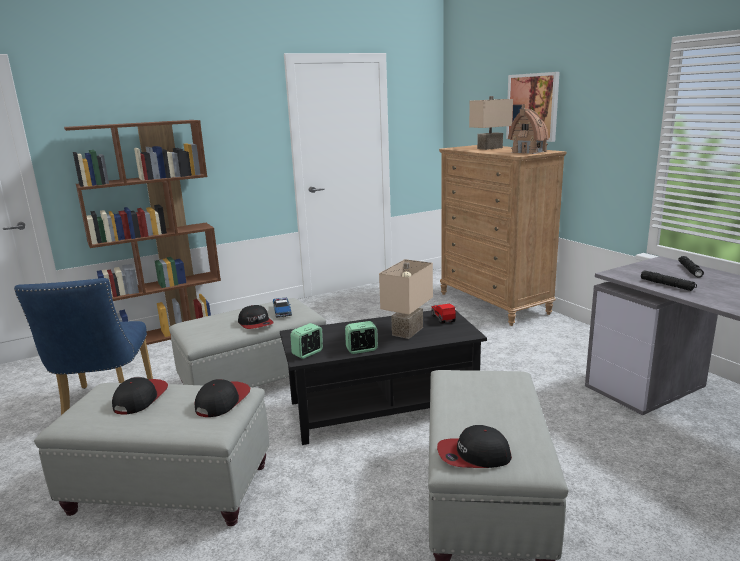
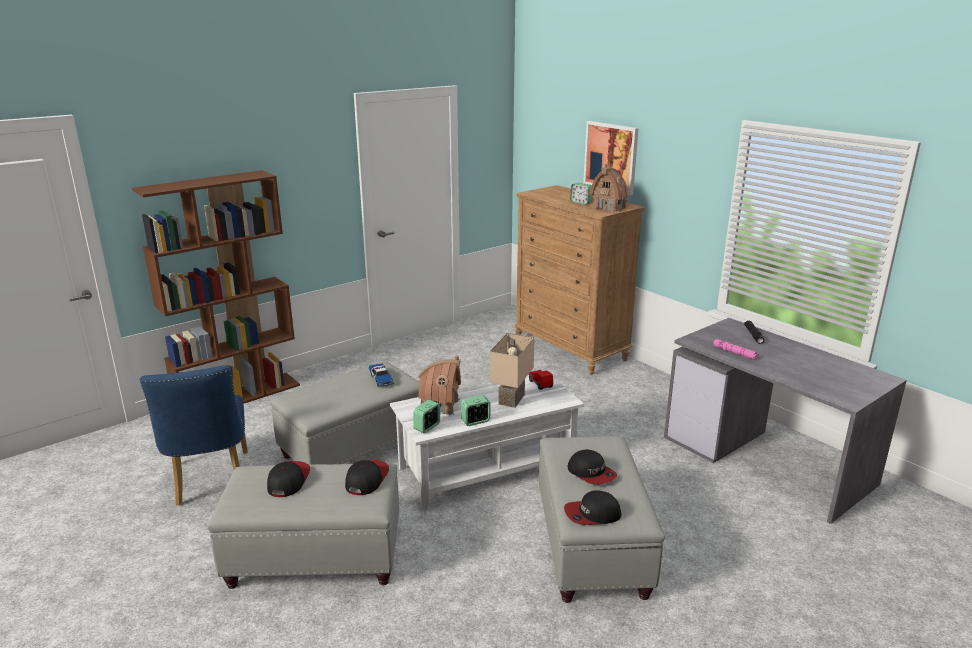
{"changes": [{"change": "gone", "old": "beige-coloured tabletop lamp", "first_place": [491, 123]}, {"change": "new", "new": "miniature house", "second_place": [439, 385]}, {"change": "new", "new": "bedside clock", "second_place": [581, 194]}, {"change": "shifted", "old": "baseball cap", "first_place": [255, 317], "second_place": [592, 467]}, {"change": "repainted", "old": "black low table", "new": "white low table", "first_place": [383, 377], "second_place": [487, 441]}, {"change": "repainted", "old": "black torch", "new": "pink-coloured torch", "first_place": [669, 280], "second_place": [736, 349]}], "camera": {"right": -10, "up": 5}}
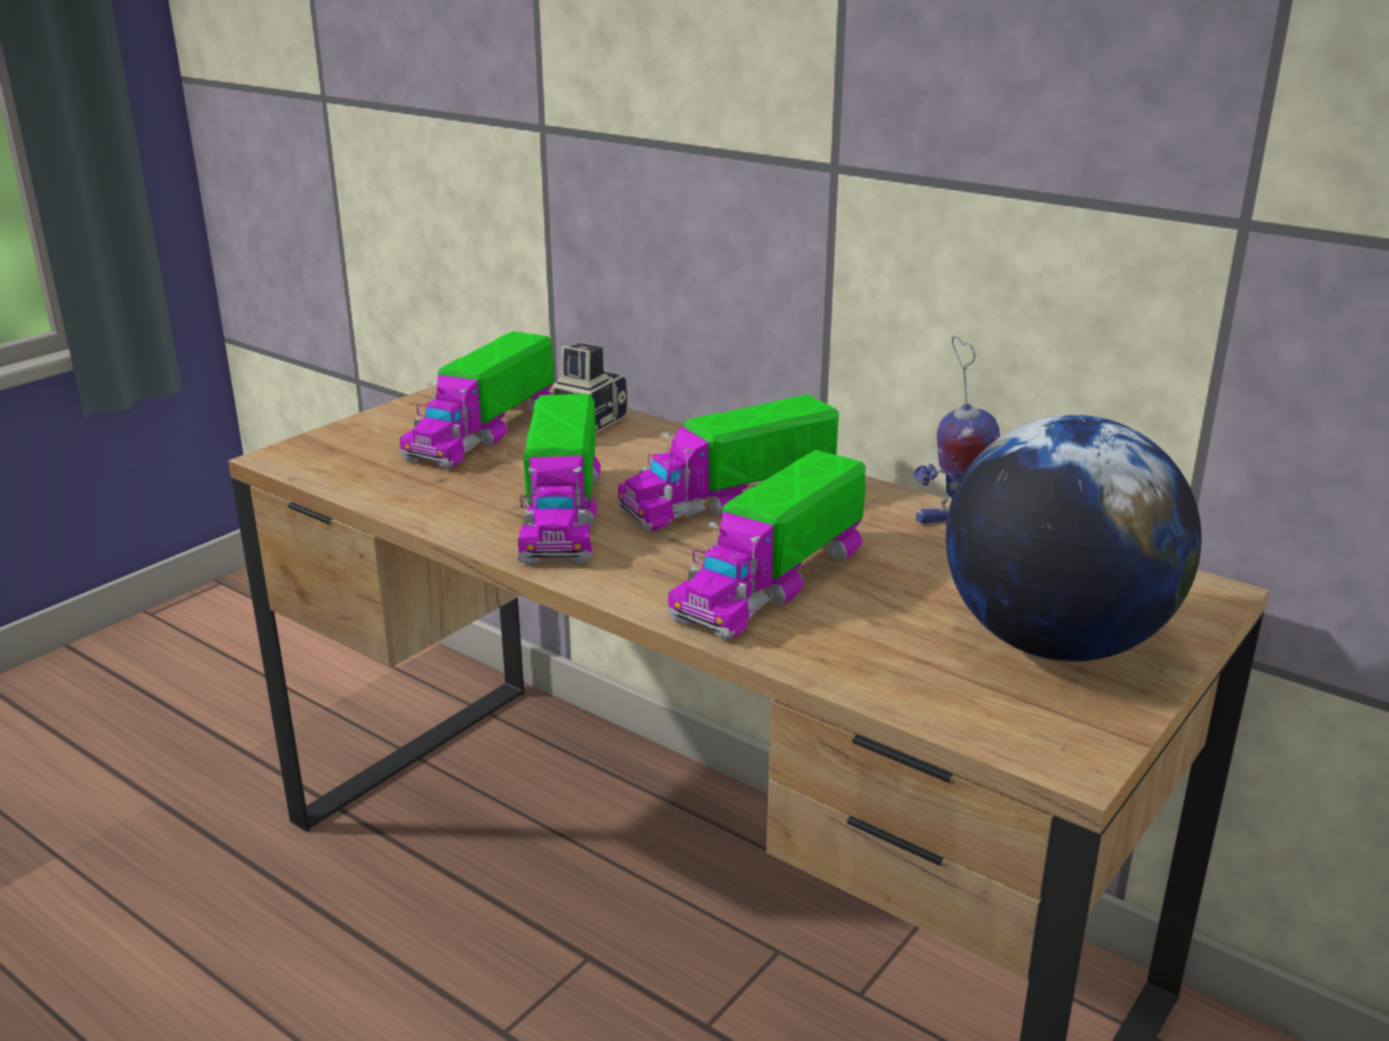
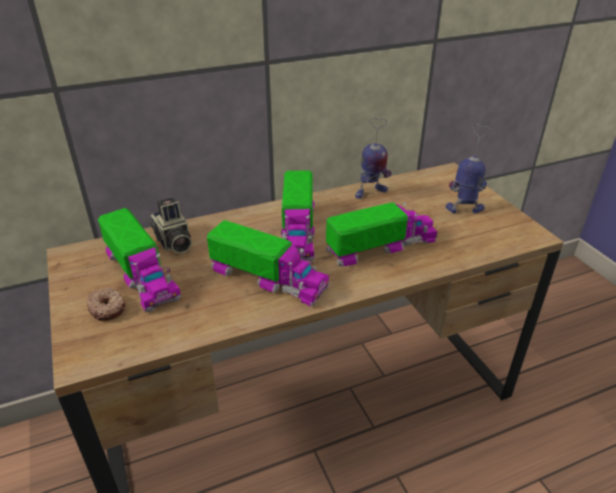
{"changes": [{"change": "new", "new": "doughnut", "second_place": [106, 304]}, {"change": "swapped", "old": "desk globe", "new": "toy robot", "first_place": [1074, 538], "second_place": [468, 169]}, {"change": "rotated", "old": "toy lorry", "first_place": [767, 545], "second_place": [381, 234], "degrees": -90}], "camera": {"right": -60, "up": 10}}
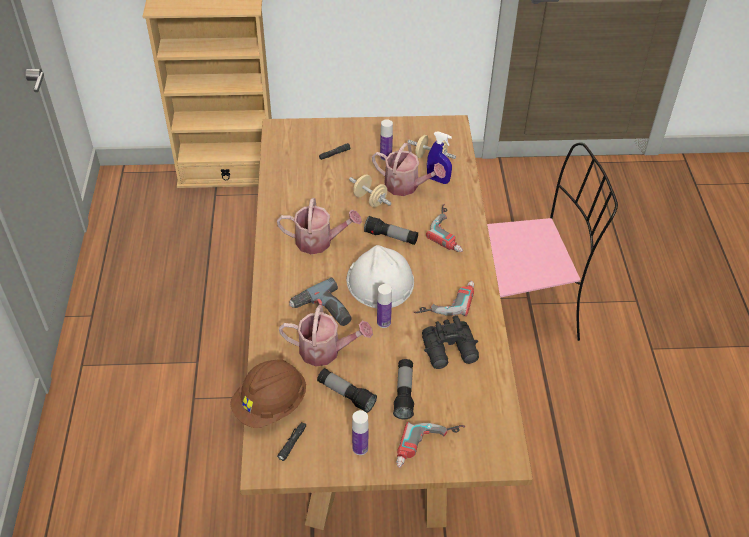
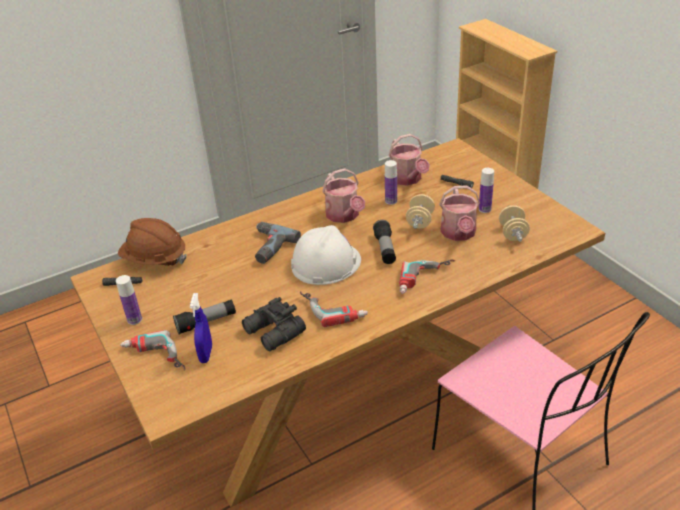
{"changes": [{"change": "gone", "old": "torch", "first_place": [347, 390]}, {"change": "shifted", "old": "watering can", "first_place": [326, 336], "second_place": [409, 160]}, {"change": "shifted", "old": "drink bottle", "first_place": [384, 306], "second_place": [391, 182]}, {"change": "shifted", "old": "blue-coloured hand sprayer", "first_place": [439, 157], "second_place": [201, 328]}], "camera": {"right": 65, "up": -10}}
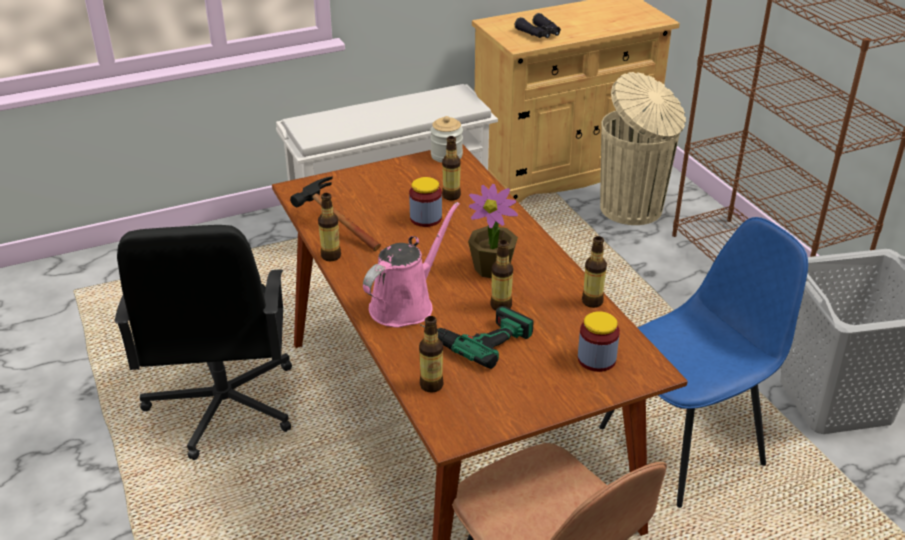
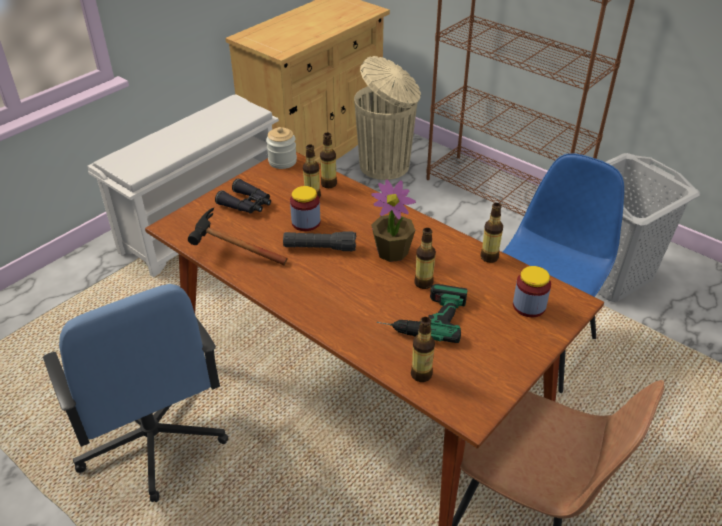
{"changes": [{"change": "gone", "old": "pink-coloured watering can", "first_place": [411, 265]}, {"change": "new", "new": "black torch", "second_place": [319, 241]}, {"change": "shifted", "old": "drink bottle", "first_place": [329, 227], "second_place": [328, 160]}, {"change": "shifted", "old": "black field glasses", "first_place": [538, 25], "second_place": [243, 196]}, {"change": "repainted", "old": "black office chair", "new": "blue-coloured office chair", "first_place": [203, 342], "second_place": [135, 393]}], "camera": {"right": -25, "up": 5}}
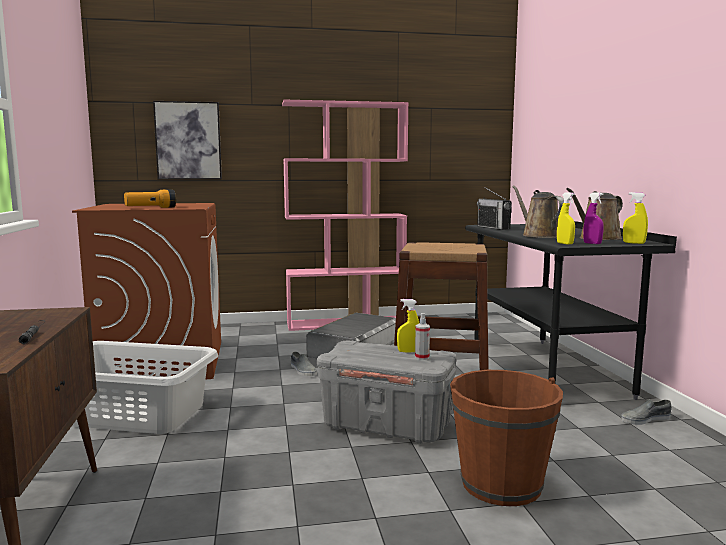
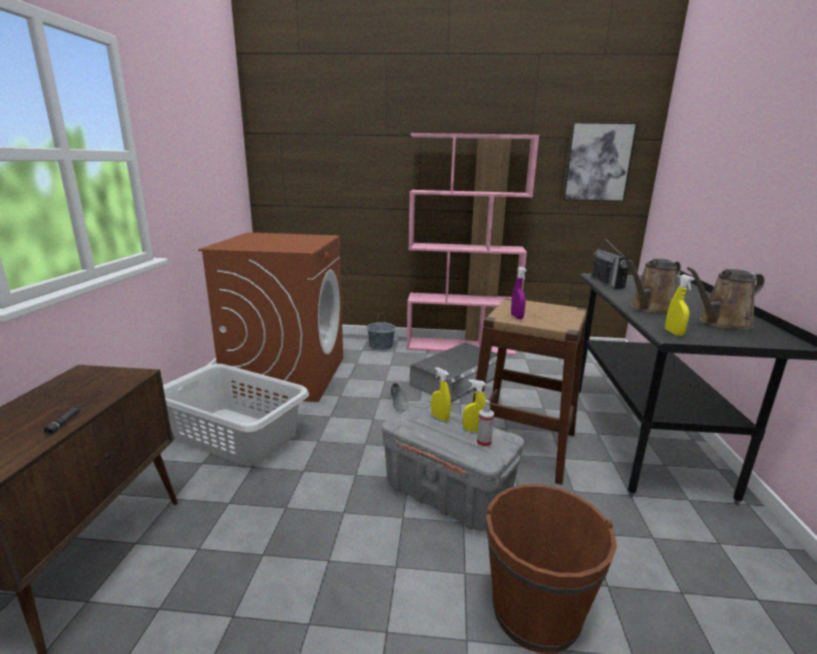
{"changes": [{"change": "gone", "old": "torch", "first_place": [150, 198]}, {"change": "gone", "old": "grey shoe", "first_place": [646, 412]}, {"change": "new", "new": "grey water bucket", "second_place": [381, 331]}, {"change": "shifted", "old": "picture", "first_place": [187, 140], "second_place": [600, 162]}, {"change": "shifted", "old": "purple-coloured hand sprayer", "first_place": [593, 218], "second_place": [519, 293]}, {"change": "shifted", "old": "yellow-coloured hand sprayer", "first_place": [635, 218], "second_place": [441, 394]}, {"change": "rotated", "old": "brown-coloured watering can", "first_place": [538, 211], "second_place": [653, 286], "degrees": -120}], "camera": {"right": 15, "up": 10}}
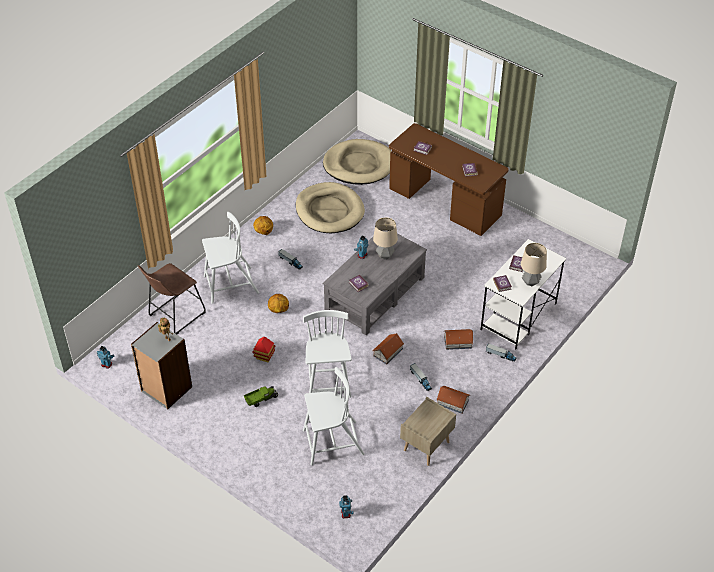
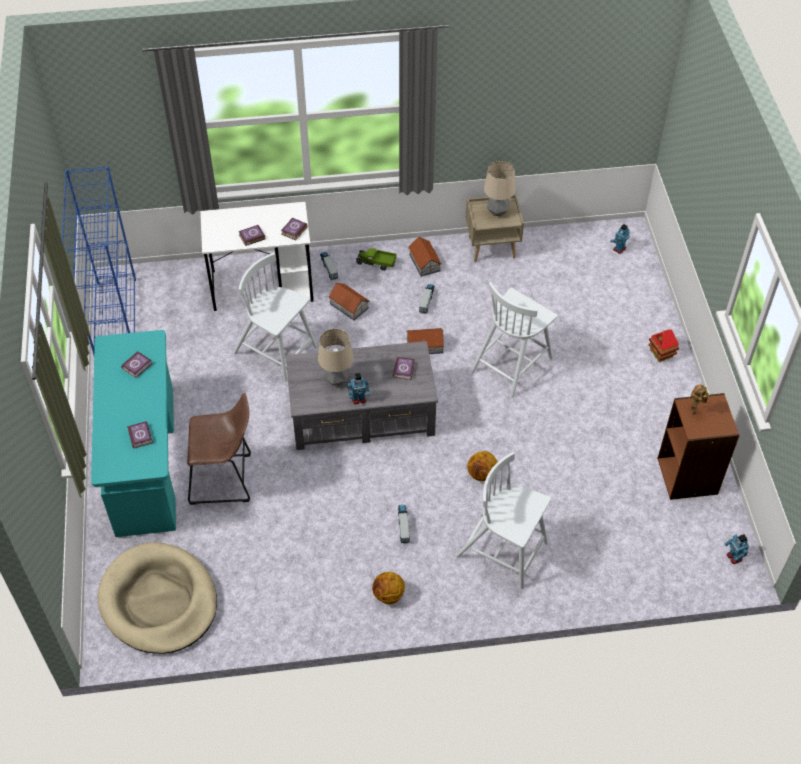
{"changes": [{"change": "gone", "old": "beige-coloured dog bed", "first_place": [330, 207]}, {"change": "new", "new": "blue-coloured shelving unit", "second_place": [99, 260]}, {"change": "shifted", "old": "brown-coloured stool seat", "first_place": [172, 298], "second_place": [219, 449]}, {"change": "shifted", "old": "toy lorry", "first_place": [261, 396], "second_place": [376, 259]}, {"change": "shifted", "old": "miniature house", "first_place": [264, 349], "second_place": [664, 345]}, {"change": "shifted", "old": "white upright chair", "first_place": [334, 416], "second_place": [275, 317]}, {"change": "shifted", "old": "tabletop lamp", "first_place": [534, 264], "second_place": [500, 188]}, {"change": "repainted", "old": "grey shelving unit", "new": "brown-coloured shelving unit", "first_place": [161, 366], "second_place": [698, 446]}, {"change": "repainted", "old": "brown-coloured desk unit", "new": "turquoise-coloured desk unit", "first_place": [449, 179], "second_place": [133, 433]}], "camera": {"right": -135, "up": 5}}
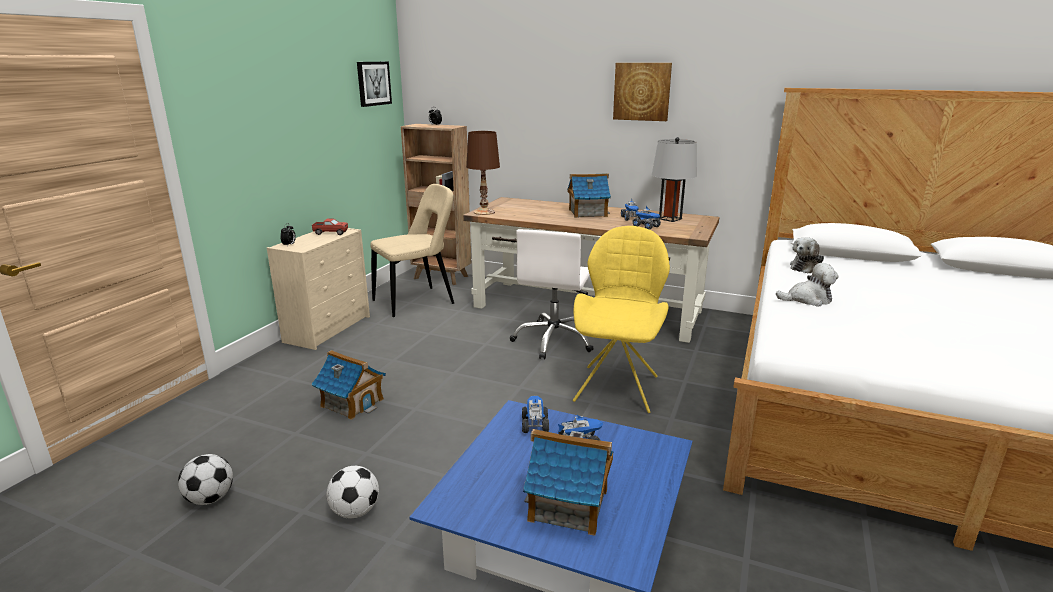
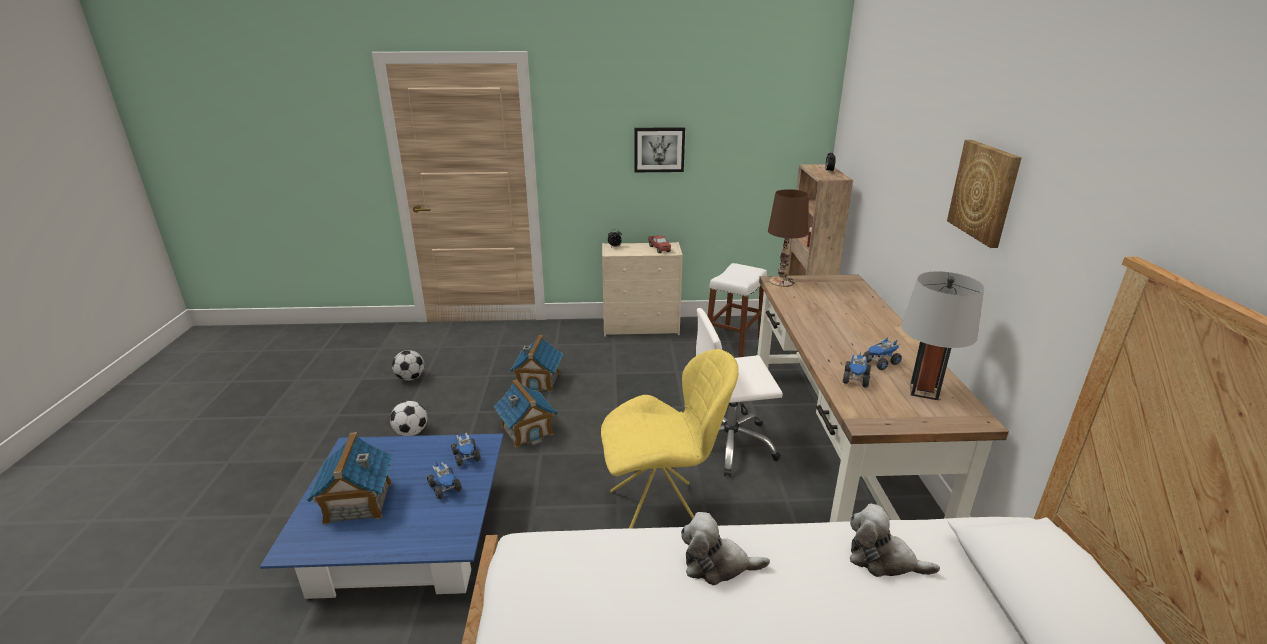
{"changes": [{"change": "shifted", "old": "picture", "first_place": [374, 84], "second_place": [660, 149]}, {"change": "shifted", "old": "miniature house", "first_place": [589, 195], "second_place": [525, 413]}, {"change": "swapped", "old": "beige-coloured upright chair", "new": "white stool seat", "first_place": [412, 250], "second_place": [737, 310]}, {"change": "rotated", "old": "toy lorry", "first_place": [535, 414], "second_place": [466, 448], "degrees": 90}, {"change": "rotated", "old": "soft toy", "first_place": [807, 285], "second_place": [725, 548], "degrees": 120}], "camera": {"right": 65, "up": 5}}
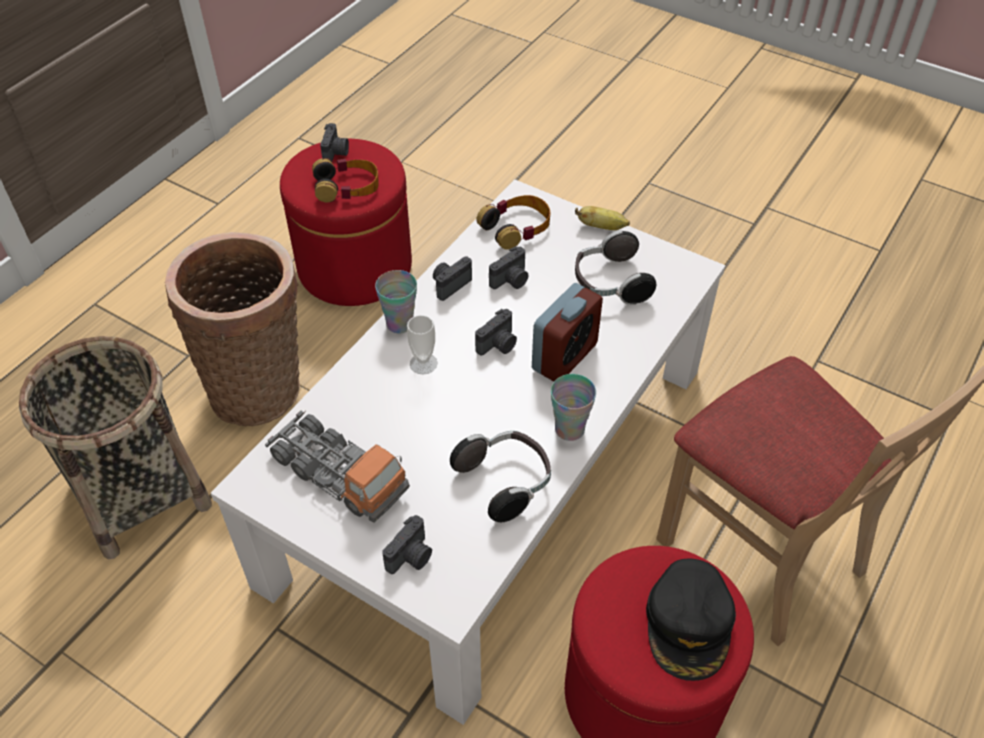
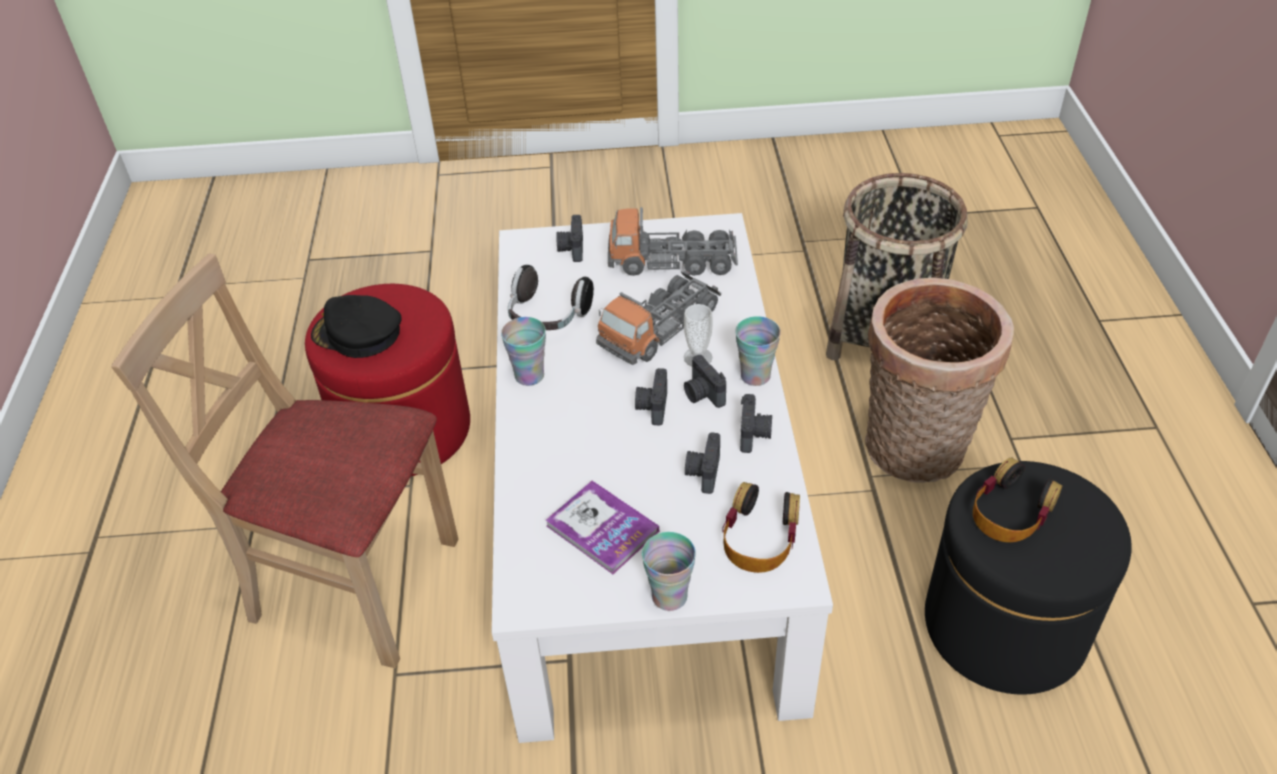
{"changes": [{"change": "gone", "old": "bedside clock", "first_place": [567, 332]}, {"change": "new", "new": "toy lorry", "second_place": [658, 317]}, {"change": "shifted", "old": "photo camera", "first_place": [334, 142], "second_place": [705, 381]}, {"change": "swapped", "old": "banana", "new": "cup", "first_place": [602, 218], "second_place": [669, 571]}, {"change": "swapped", "old": "pair of headphones", "new": "book", "first_place": [615, 267], "second_place": [602, 527]}, {"change": "repainted", "old": "reddish footrest", "new": "black footrest", "first_place": [346, 222], "second_place": [1028, 578]}, {"change": "rotated", "old": "black baseball cap", "first_place": [691, 620], "second_place": [356, 326], "degrees": -45}], "camera": {"right": 145, "up": -5}}
